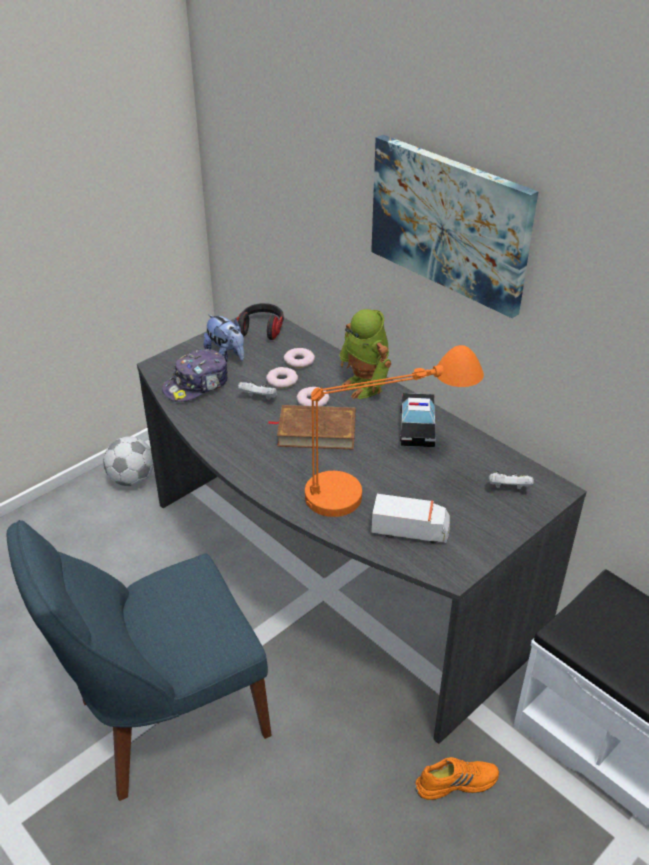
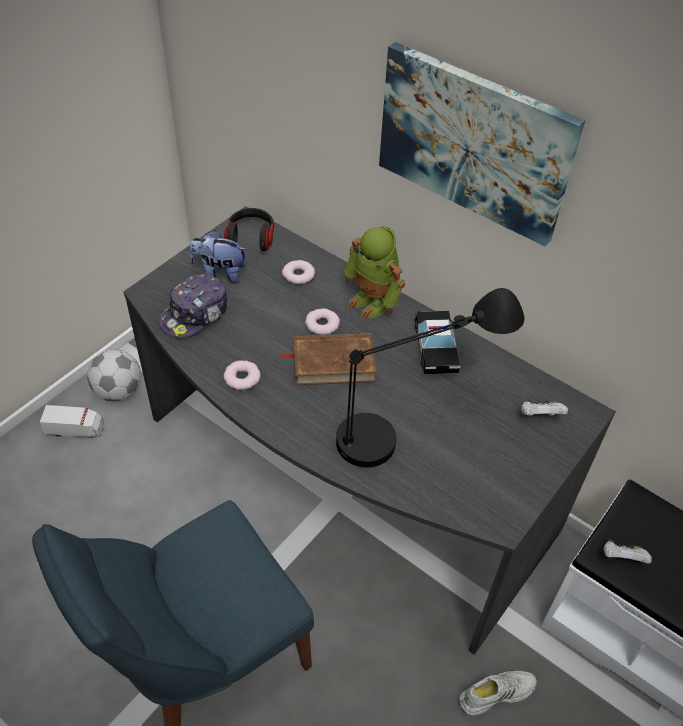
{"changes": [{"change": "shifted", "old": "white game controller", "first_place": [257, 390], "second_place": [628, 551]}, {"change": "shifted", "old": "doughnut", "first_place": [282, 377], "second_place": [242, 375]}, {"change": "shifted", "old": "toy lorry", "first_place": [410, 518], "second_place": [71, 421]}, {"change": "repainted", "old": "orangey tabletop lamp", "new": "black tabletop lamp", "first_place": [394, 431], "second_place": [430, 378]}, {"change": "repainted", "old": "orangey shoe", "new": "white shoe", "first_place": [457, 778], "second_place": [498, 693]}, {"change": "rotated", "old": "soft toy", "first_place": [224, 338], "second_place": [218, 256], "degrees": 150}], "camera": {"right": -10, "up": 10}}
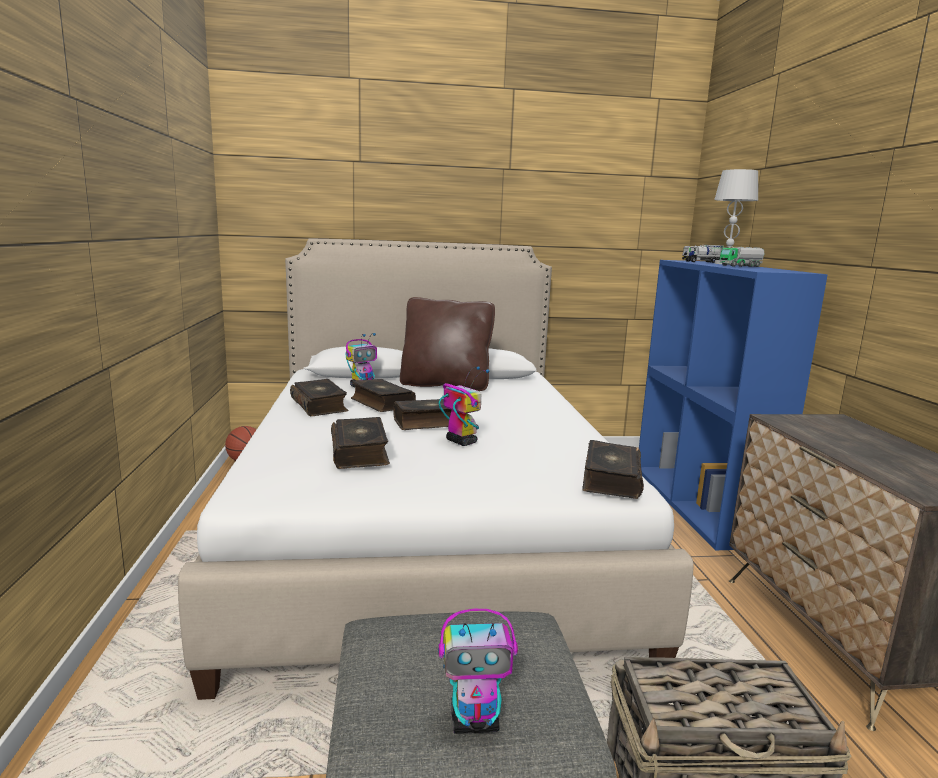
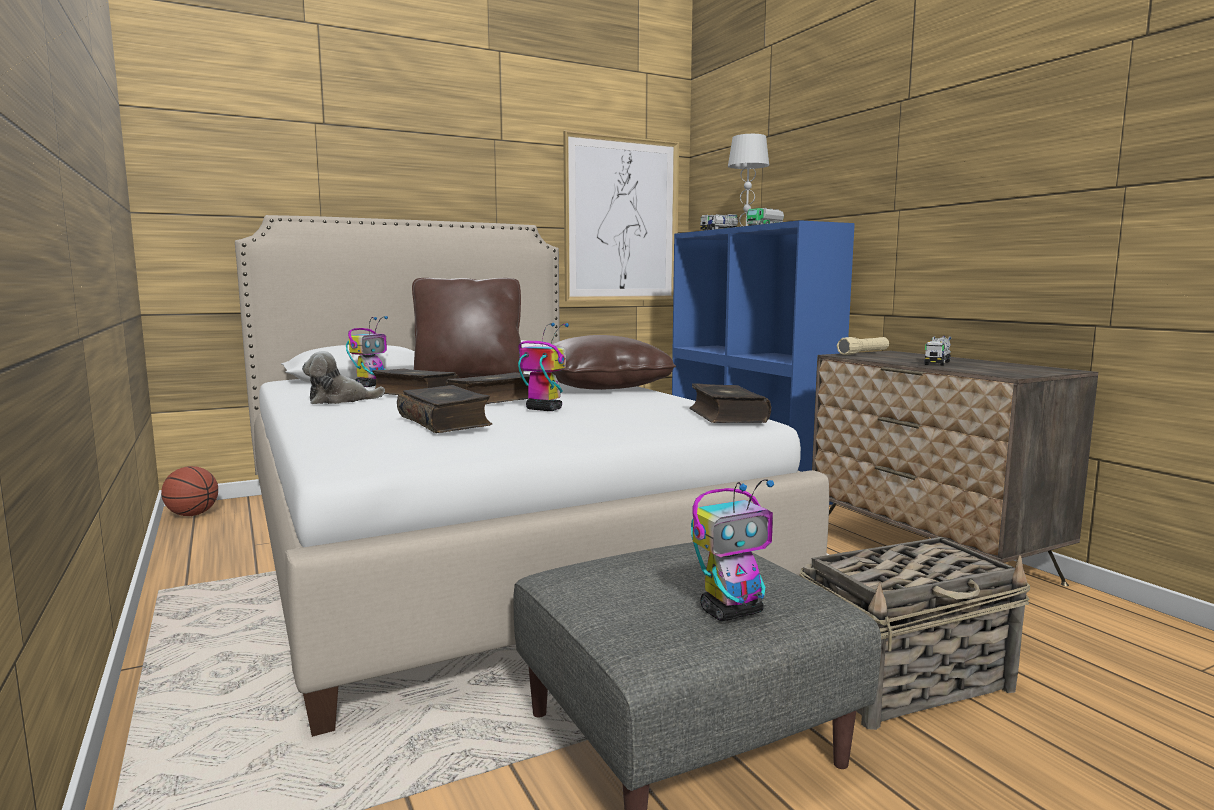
{"changes": [{"change": "new", "new": "brown-coloured pillow", "second_place": [613, 362]}, {"change": "new", "new": "picture", "second_place": [621, 216]}, {"change": "new", "new": "beige-coloured torch", "second_place": [863, 346]}, {"change": "new", "new": "toy lorry", "second_place": [938, 351]}, {"change": "swapped", "old": "book", "new": "soft toy", "first_place": [319, 397], "second_place": [343, 377]}], "camera": {"right": -20, "up": -5}}
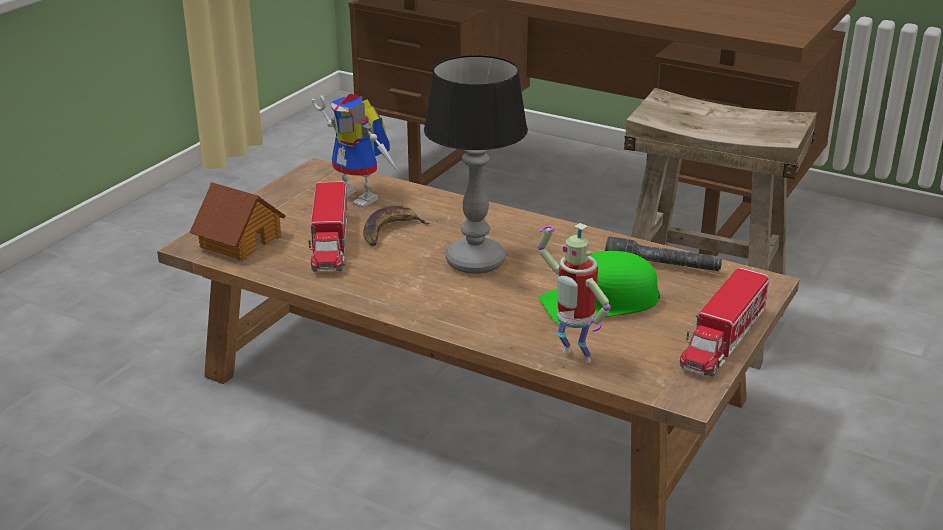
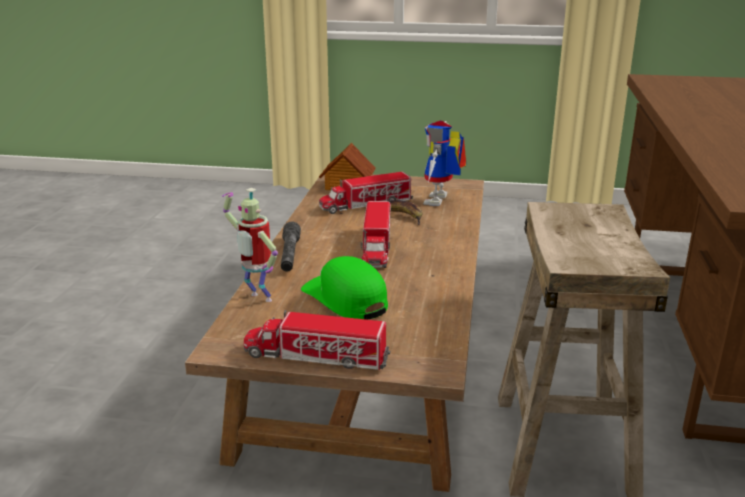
{"changes": [{"change": "shifted", "old": "grey torch", "first_place": [663, 253], "second_place": [291, 247]}, {"change": "swapped", "old": "tabletop lamp", "new": "toy lorry", "first_place": [476, 164], "second_place": [376, 234]}, {"change": "rotated", "old": "toy robot", "first_place": [574, 293], "second_place": [250, 245], "degrees": -75}], "camera": {"right": 70, "up": -5}}
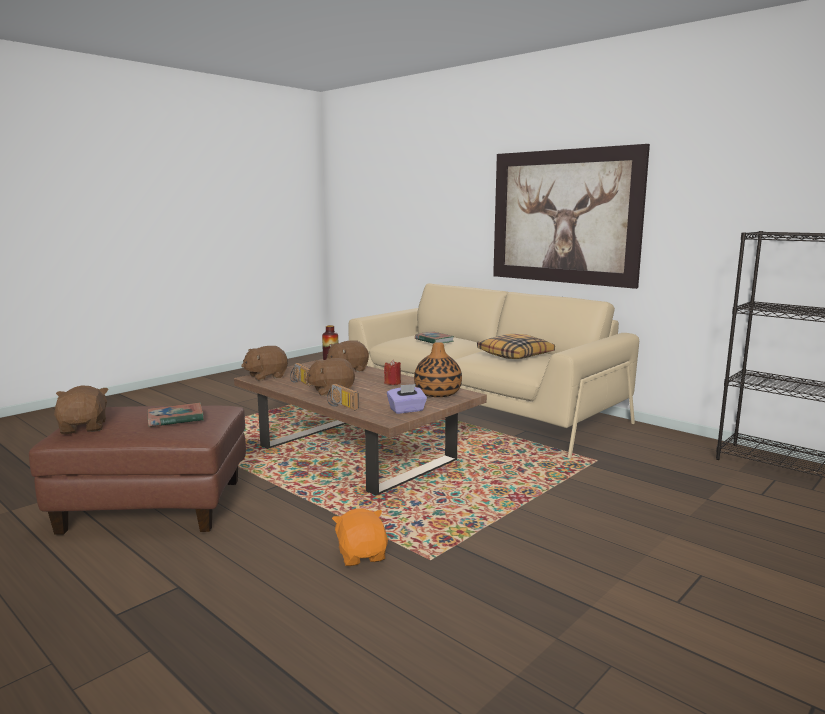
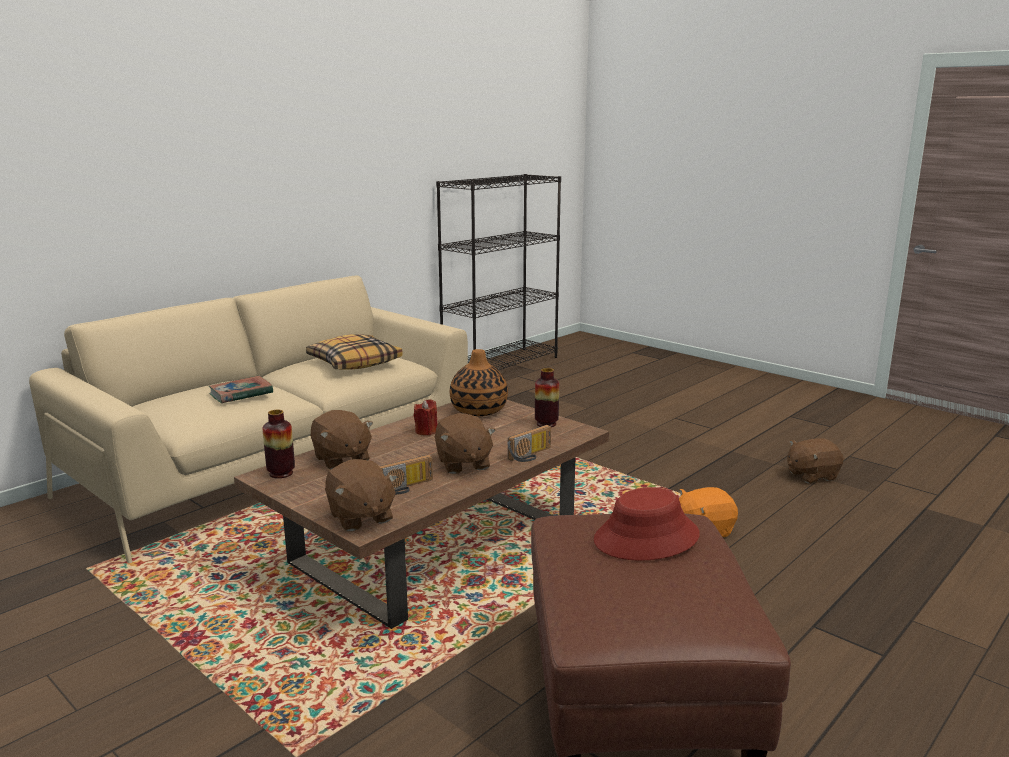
{"changes": [{"change": "gone", "old": "picture", "first_place": [571, 216]}, {"change": "shifted", "old": "brown-coloured soft toy", "first_place": [81, 410], "second_place": [815, 461]}, {"change": "swapped", "old": "book", "new": "reddish clothing hat", "first_place": [176, 414], "second_place": [647, 524]}, {"change": "swapped", "old": "purple-coloured box of tissues", "new": "flower vase", "first_place": [407, 399], "second_place": [547, 397]}], "camera": {"right": -90, "up": 5}}
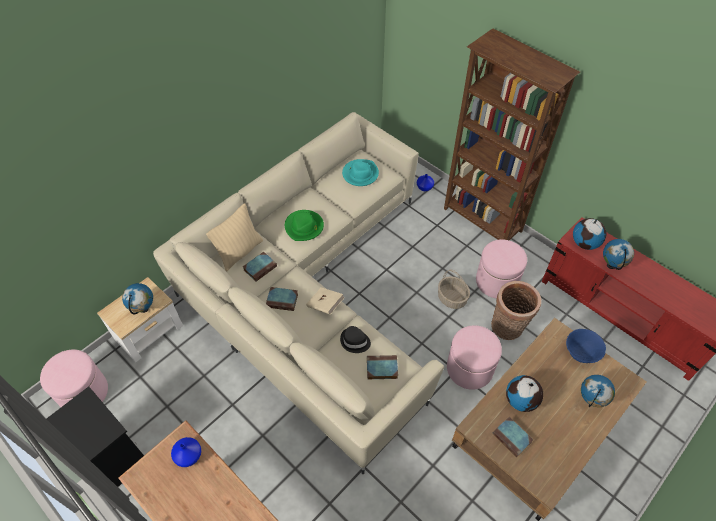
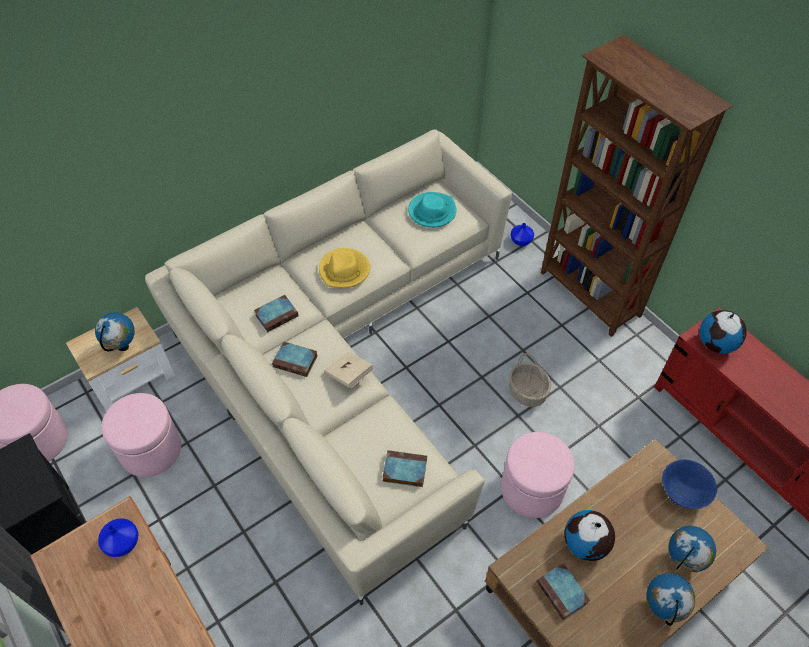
{"changes": [{"change": "gone", "old": "beige-coloured pillow", "first_place": [234, 237]}, {"change": "gone", "old": "black clothing hat", "first_place": [355, 339]}, {"change": "gone", "old": "household basket", "first_place": [516, 310]}, {"change": "shifted", "old": "pink-coloured footrest", "first_place": [501, 269], "second_place": [141, 435]}, {"change": "shifted", "old": "desk globe", "first_place": [618, 254], "second_place": [671, 599]}, {"change": "repainted", "old": "green-coloured clothing hat", "new": "yellow-coloured clothing hat", "first_place": [304, 225], "second_place": [344, 268]}], "camera": {"right": 10, "up": 0}}
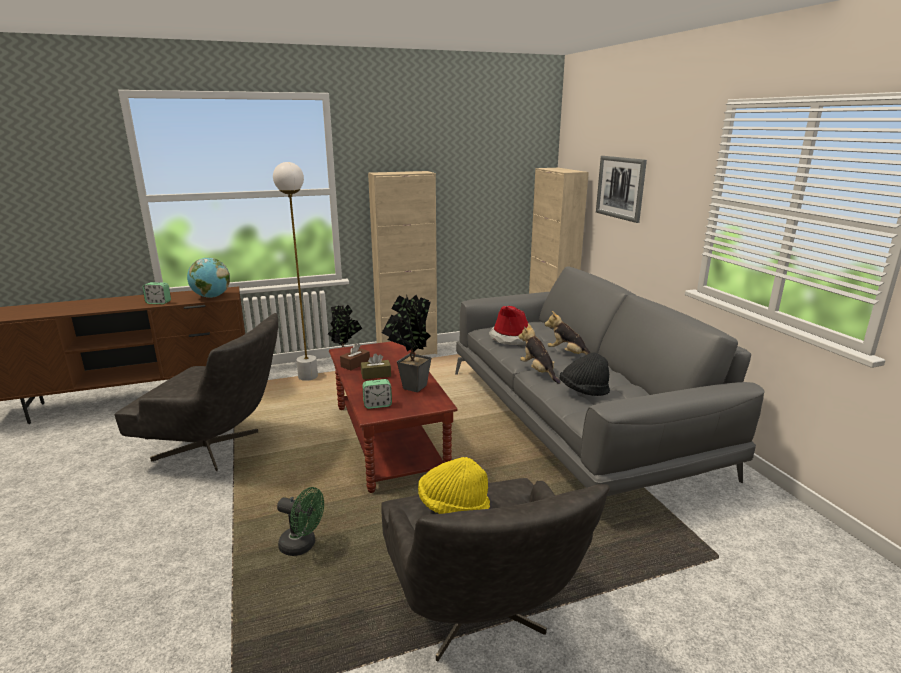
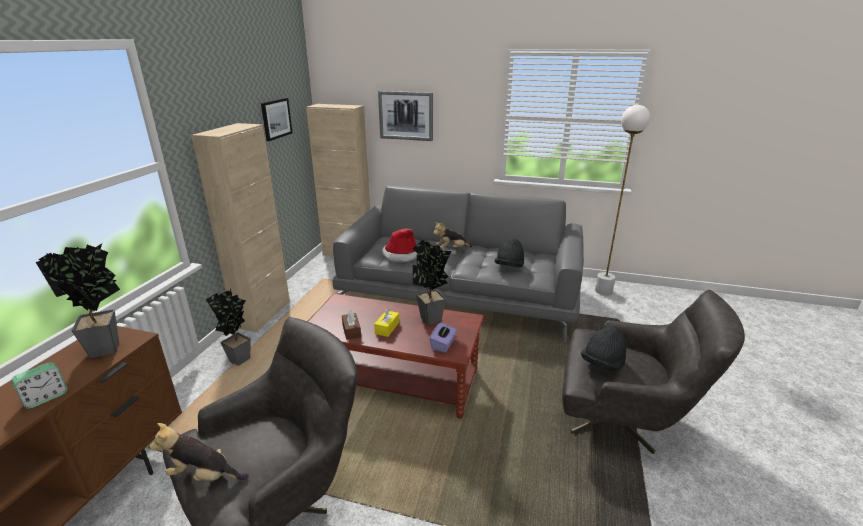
{"changes": [{"change": "gone", "old": "green-coloured electric fan", "first_place": [300, 521]}, {"change": "new", "new": "picture", "second_place": [277, 119]}, {"change": "shifted", "old": "white standard lamp", "first_place": [295, 271], "second_place": [622, 200]}, {"change": "shifted", "old": "soft toy", "first_place": [539, 353], "second_place": [199, 452]}, {"change": "swapped", "old": "desk globe", "new": "potted plant", "first_place": [208, 278], "second_place": [78, 301]}, {"change": "swapped", "old": "bedside clock", "new": "purple-coloured box of tissues", "first_place": [377, 394], "second_place": [443, 337]}, {"change": "repainted", "old": "brown-coloured box of tissues", "new": "yellow-coloured box of tissues", "first_place": [376, 366], "second_place": [386, 322]}, {"change": "repainted", "old": "yellow-coloured clothing hat", "new": "black clothing hat", "first_place": [454, 485], "second_place": [603, 348]}], "camera": {"right": -55, "up": 5}}
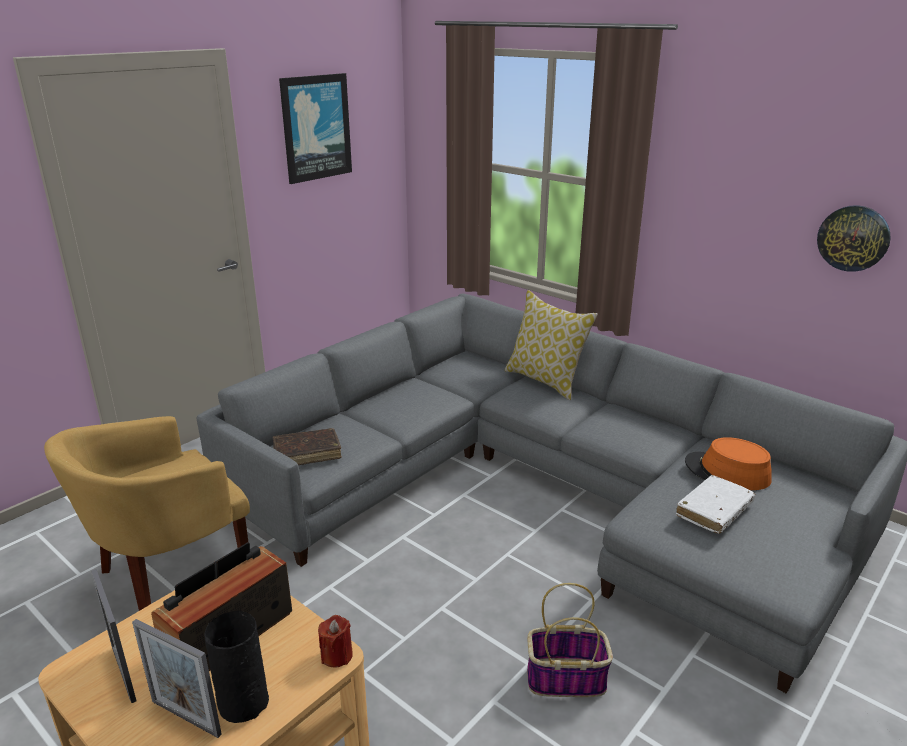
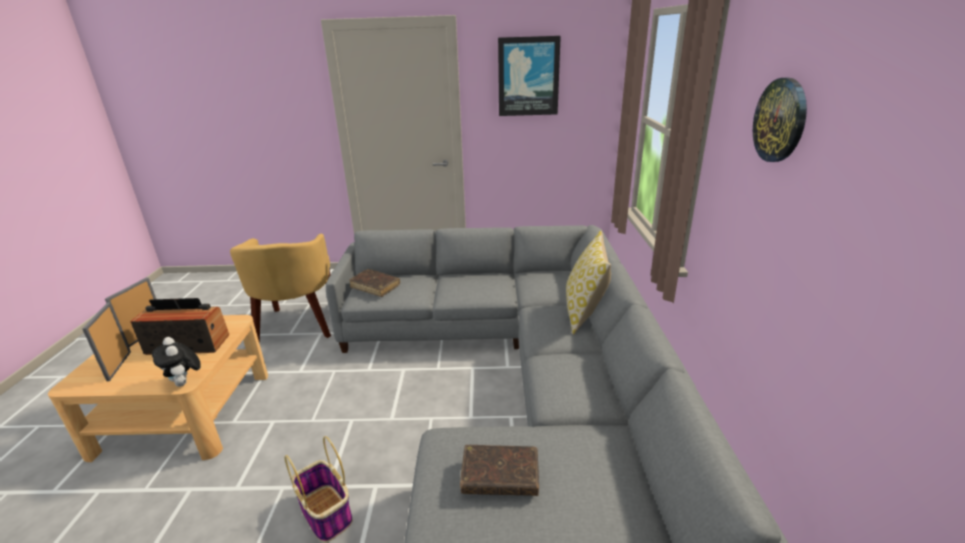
{"changes": [{"change": "gone", "old": "black flower vase", "first_place": [236, 667]}, {"change": "gone", "old": "orangey clothing hat", "first_place": [728, 463]}, {"change": "shifted", "old": "hanging clock", "first_place": [854, 238], "second_place": [780, 120]}, {"change": "swapped", "old": "reddish wax candle", "new": "soft toy", "first_place": [335, 641], "second_place": [176, 362]}, {"change": "repainted", "old": "white book", "new": "brown-coloured book", "first_place": [716, 504], "second_place": [499, 470]}, {"change": "rotated", "old": "yellow-coloured easy chair", "first_place": [147, 513], "second_place": [280, 288], "degrees": -105}], "camera": {"right": 50, "up": 0}}
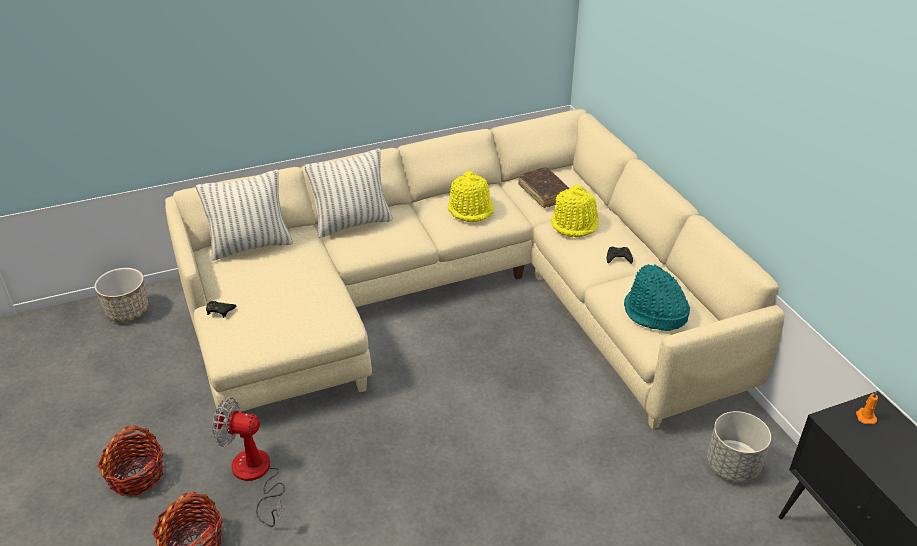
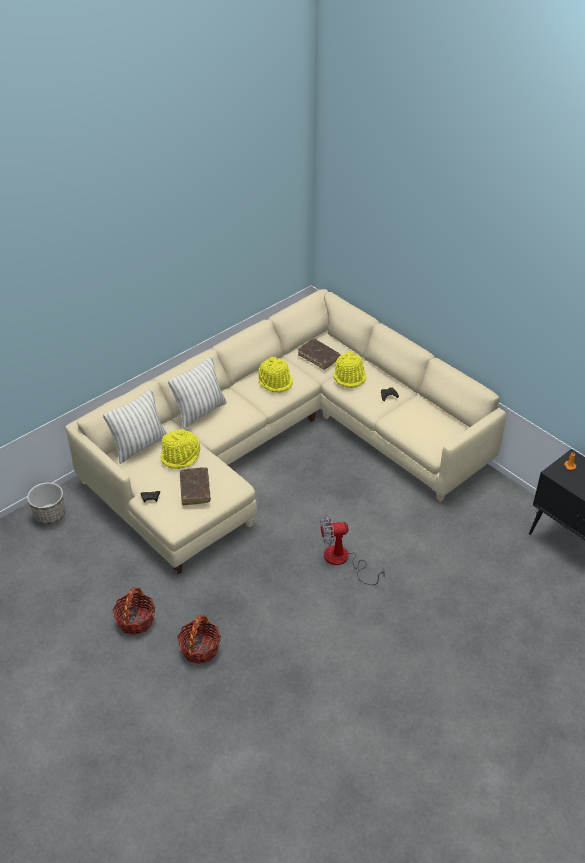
{"changes": [{"change": "gone", "old": "turquoise-coloured clothing hat", "first_place": [657, 297]}, {"change": "gone", "old": "grey planter", "first_place": [739, 446]}, {"change": "new", "new": "yellow-coloured clothing hat", "second_place": [180, 449]}, {"change": "new", "new": "brown-coloured book", "second_place": [195, 486]}, {"change": "shifted", "old": "electric fan", "first_place": [248, 462], "second_place": [352, 550]}], "camera": {"right": -20, "up": 5}}
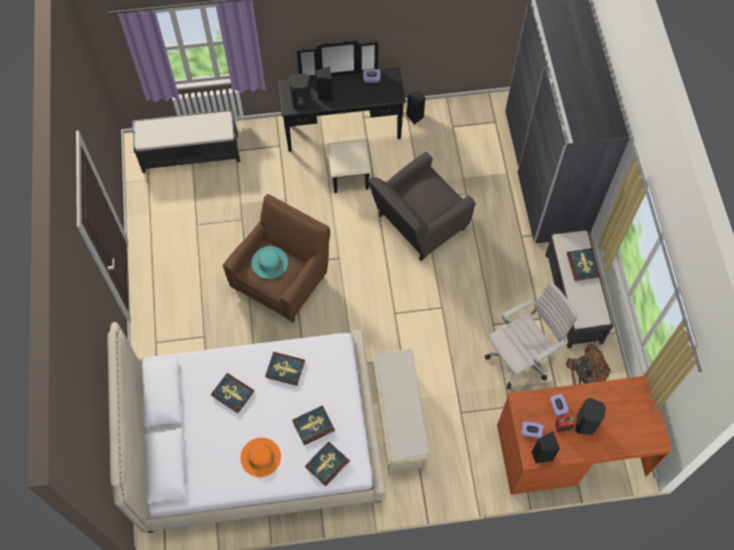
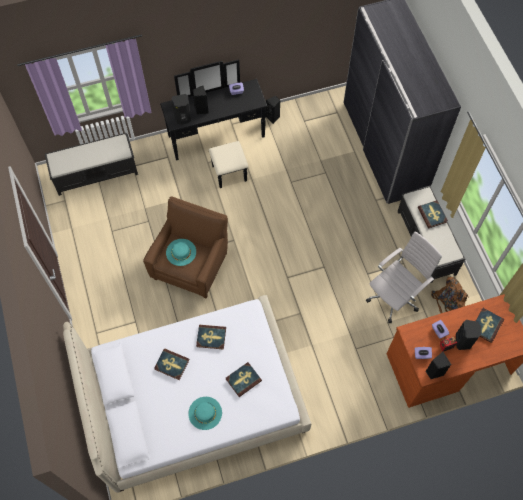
{"changes": [{"change": "gone", "old": "grey easy chair", "first_place": [422, 206]}, {"change": "gone", "old": "beige-coloured bench", "first_place": [401, 412]}, {"change": "shifted", "old": "book", "first_place": [327, 463], "second_place": [490, 325]}, {"change": "repainted", "old": "orangey clothing hat", "new": "turquoise-coloured clothing hat", "first_place": [261, 457], "second_place": [205, 413]}], "camera": {"right": -10, "up": 0}}
